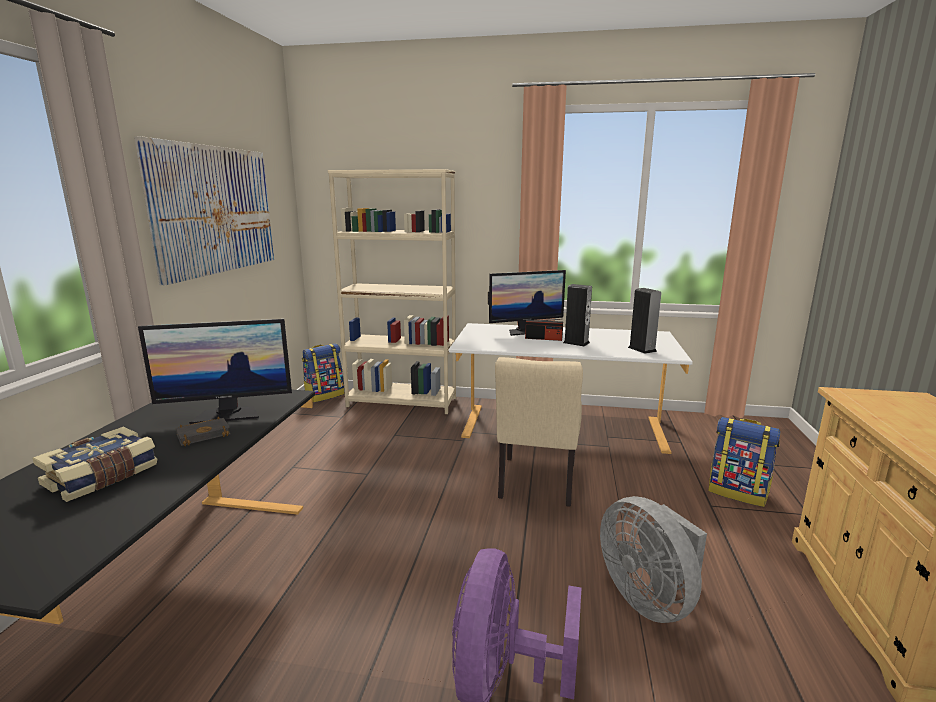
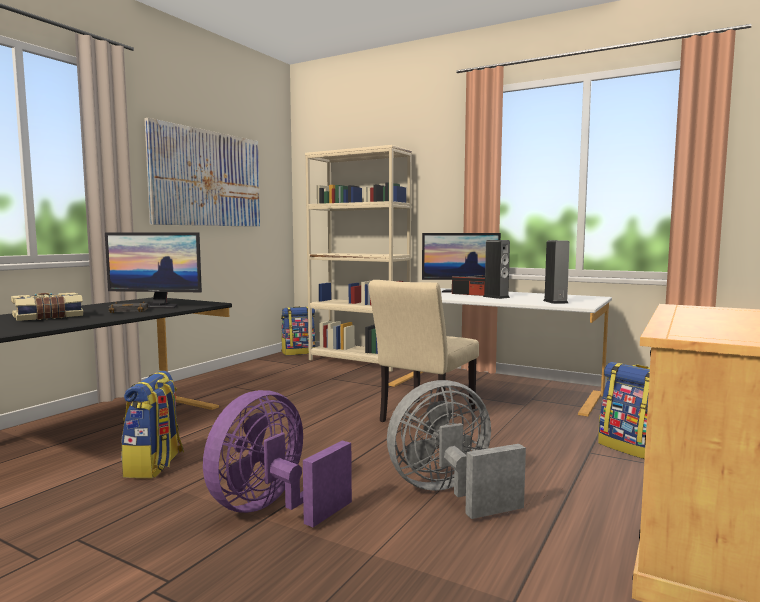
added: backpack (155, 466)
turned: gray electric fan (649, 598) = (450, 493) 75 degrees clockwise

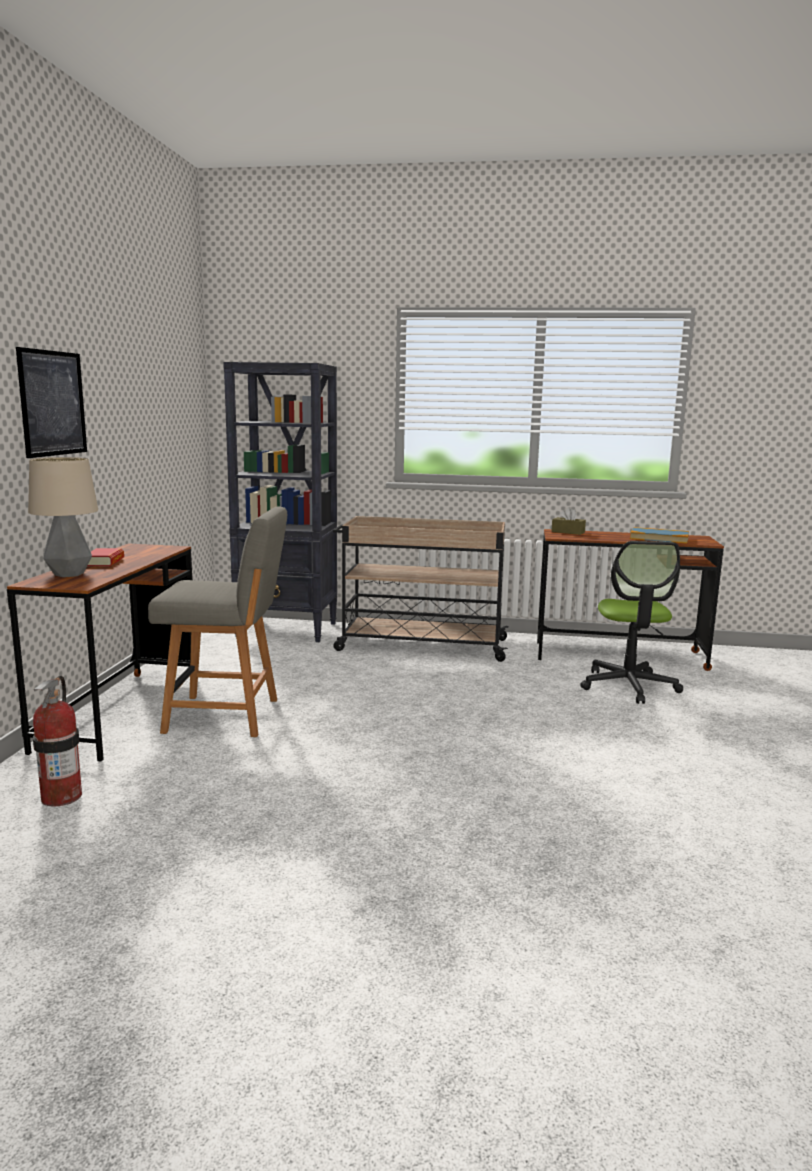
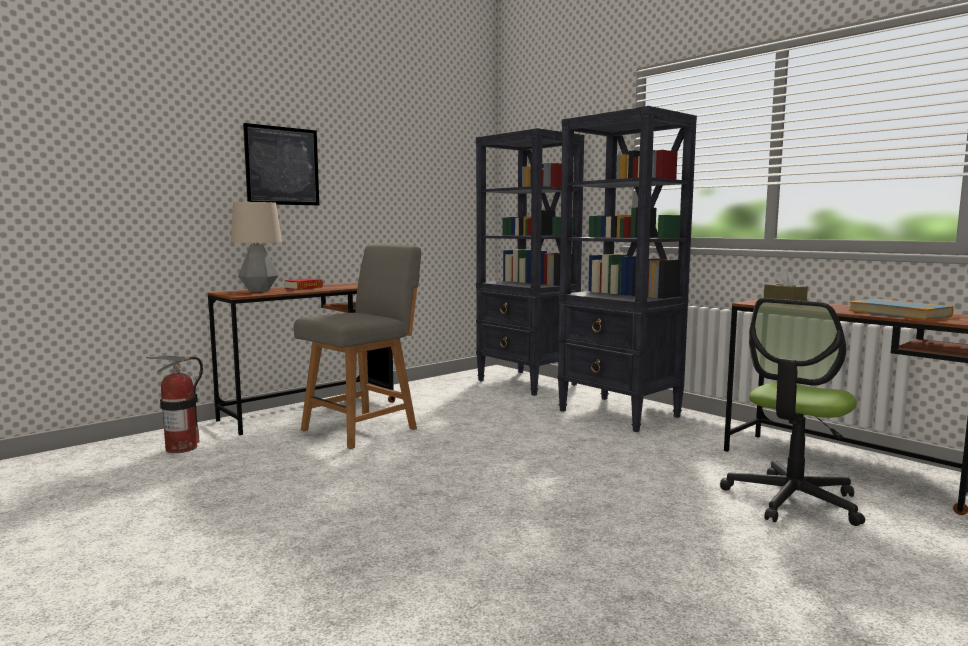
replaced: beige-coloured cart (420, 645) to blackish bookshelf (619, 414)
turned: gray chair (227, 716) = (362, 428) 90 degrees counterclockwise

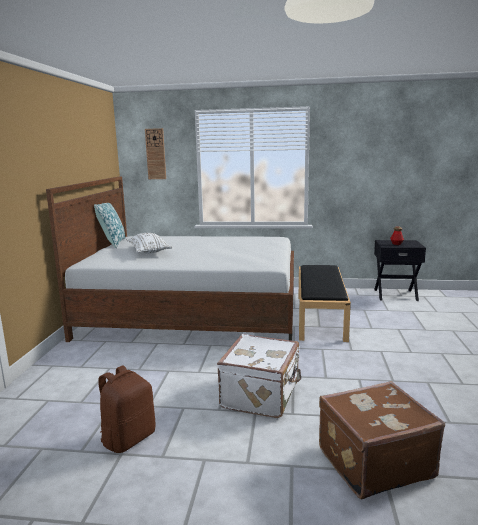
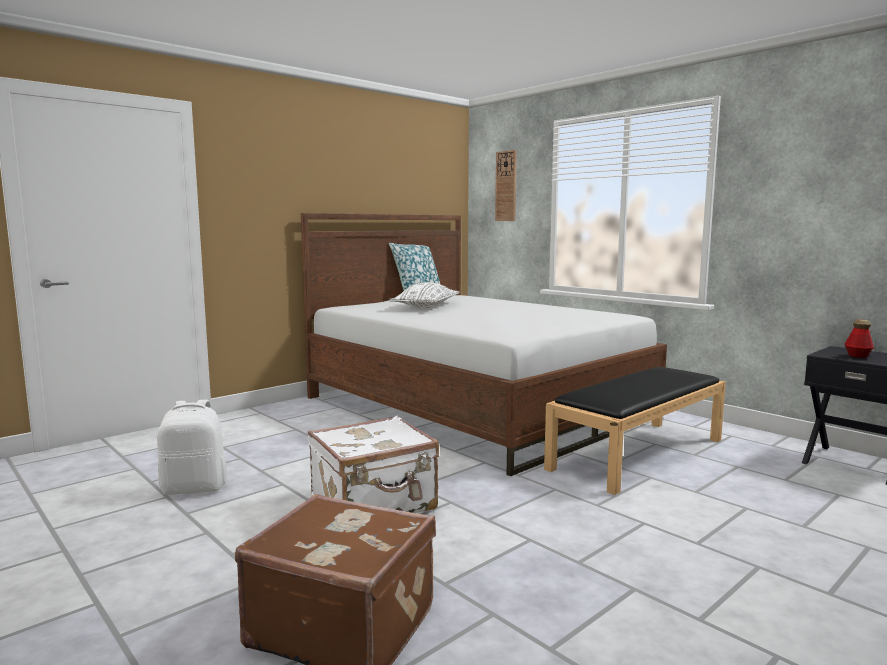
recoloured: brown-coloured backpack (128, 438) to white backpack (195, 488)

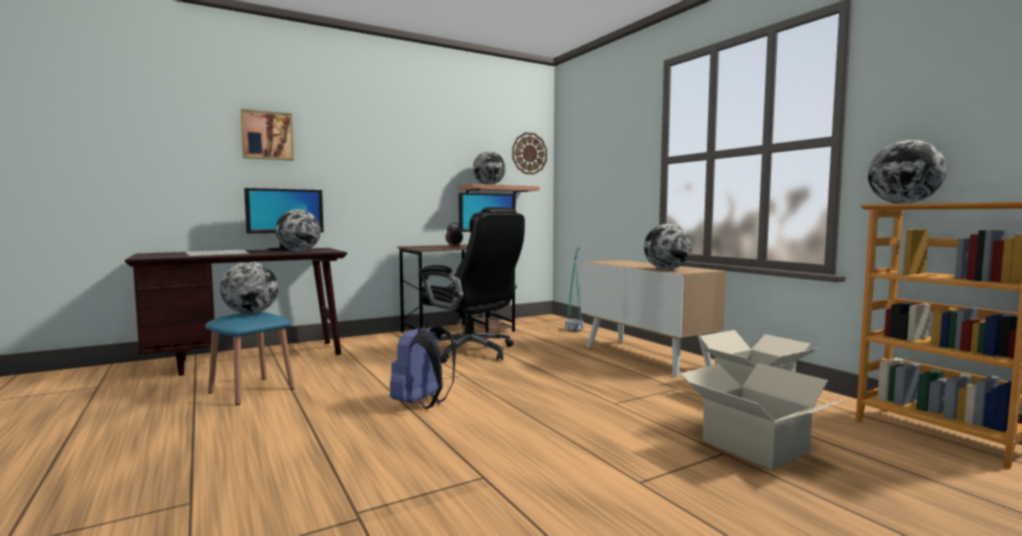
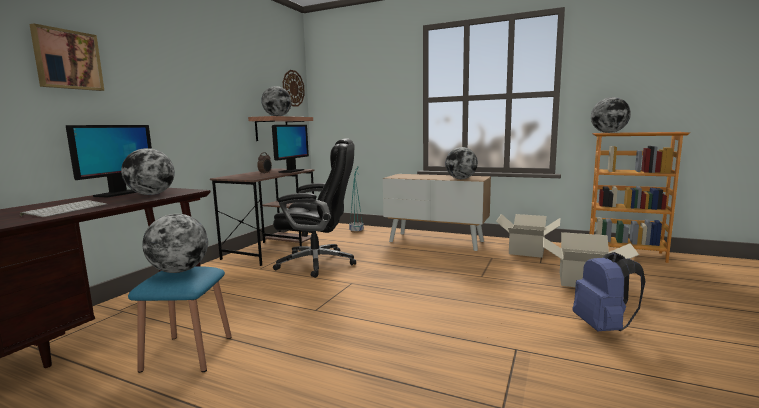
moved: bluish backpack (423, 404) to (603, 327)

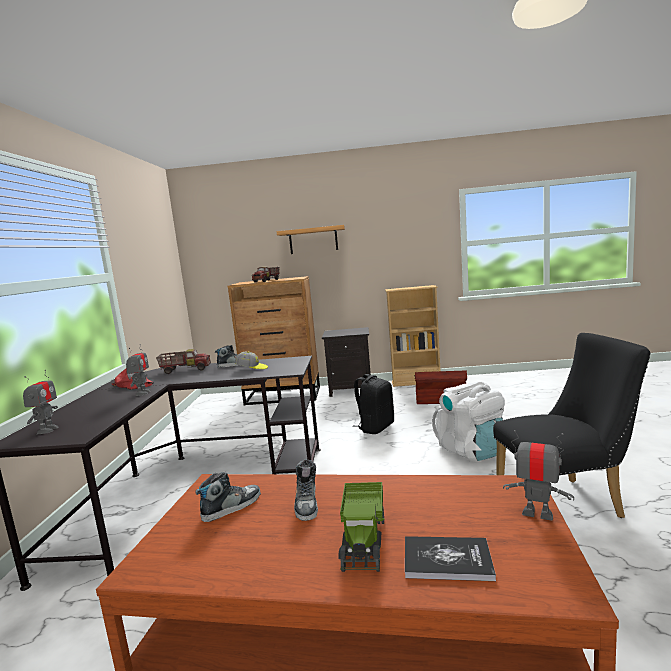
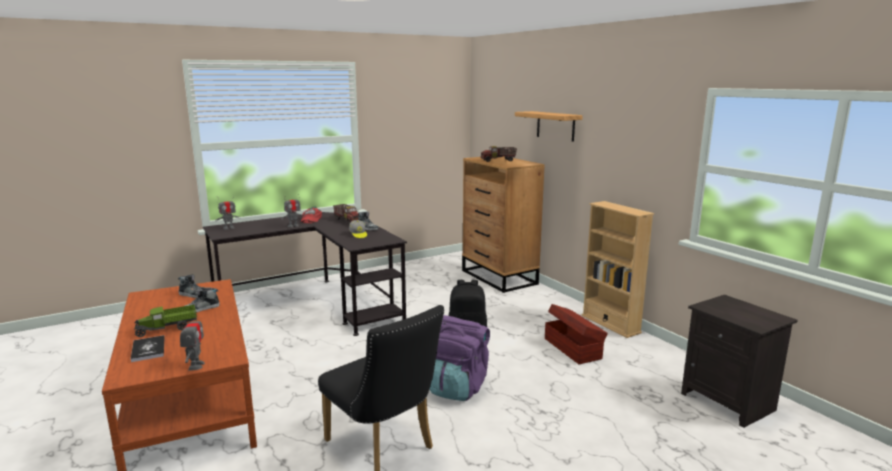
moved: blackish nightstand (351, 389) to (729, 402)
recoloured: white backpack (472, 450) to purplish backpack (456, 387)

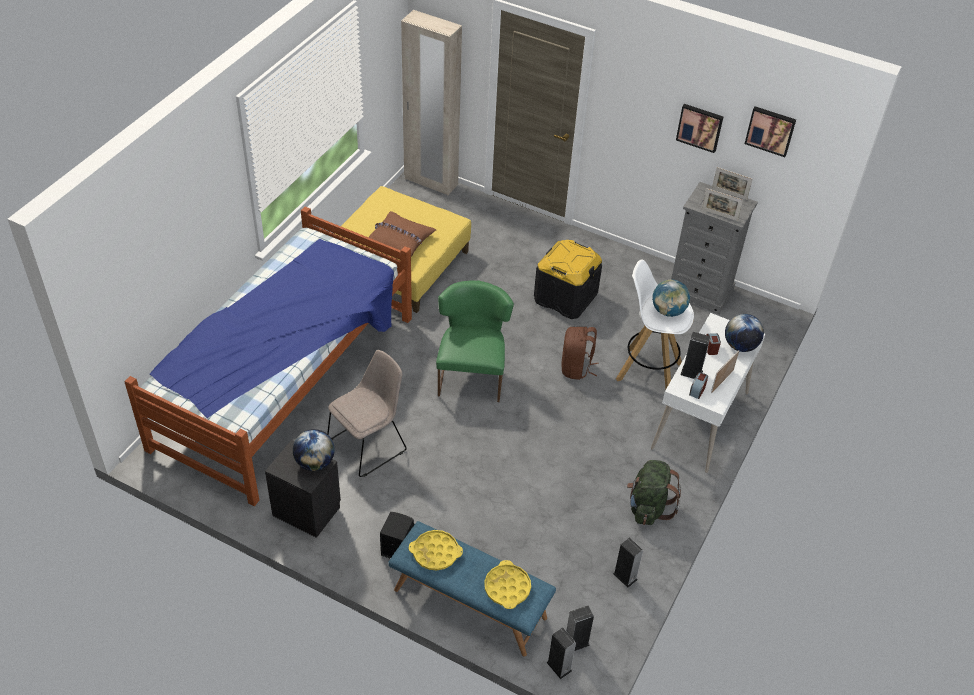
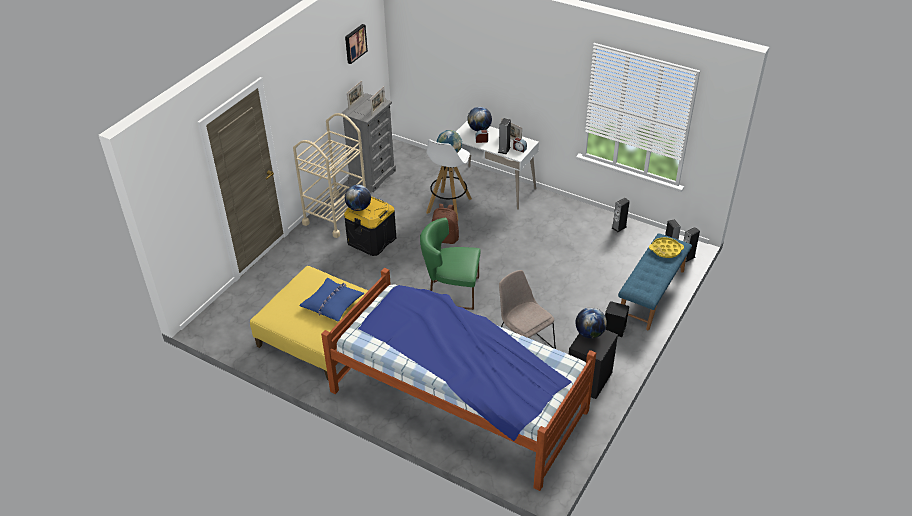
removed: beige-coloured wardrobe (430, 182); yellowish tray (435, 553); greenish backpack (648, 507); wall picture (700, 127)
added: beige-coloured cart (336, 215); world globe (359, 208)
recoloured: brown-coloured pillow (399, 241) to bluish pillow (332, 304)

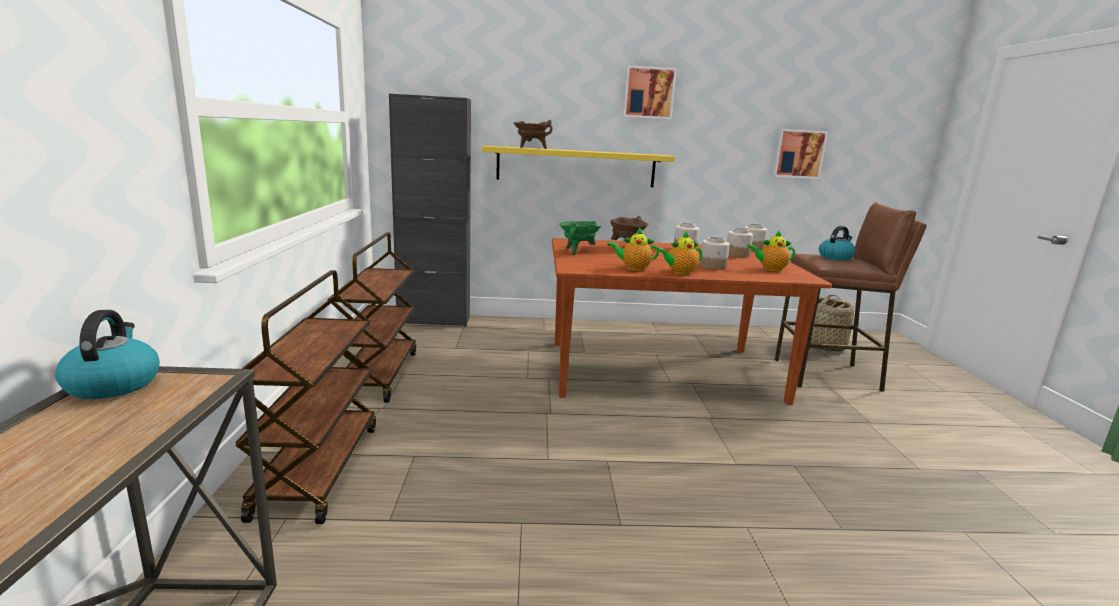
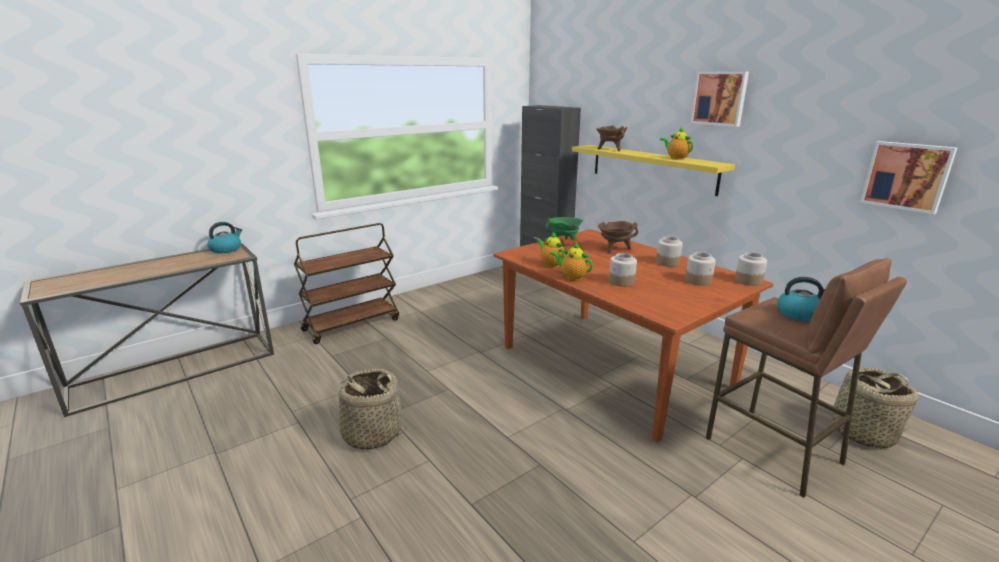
removed: brown-coloured cart (378, 374)
added: storage basket (372, 433)
moved: tea pot (770, 269) to (676, 158)

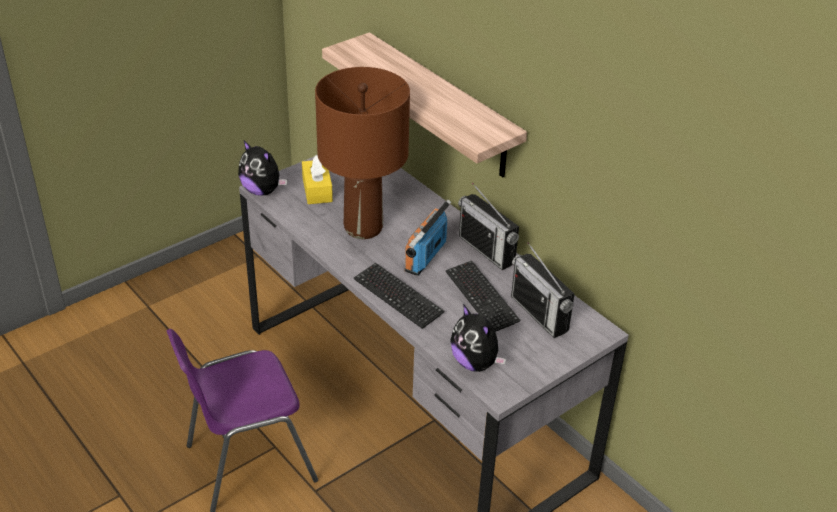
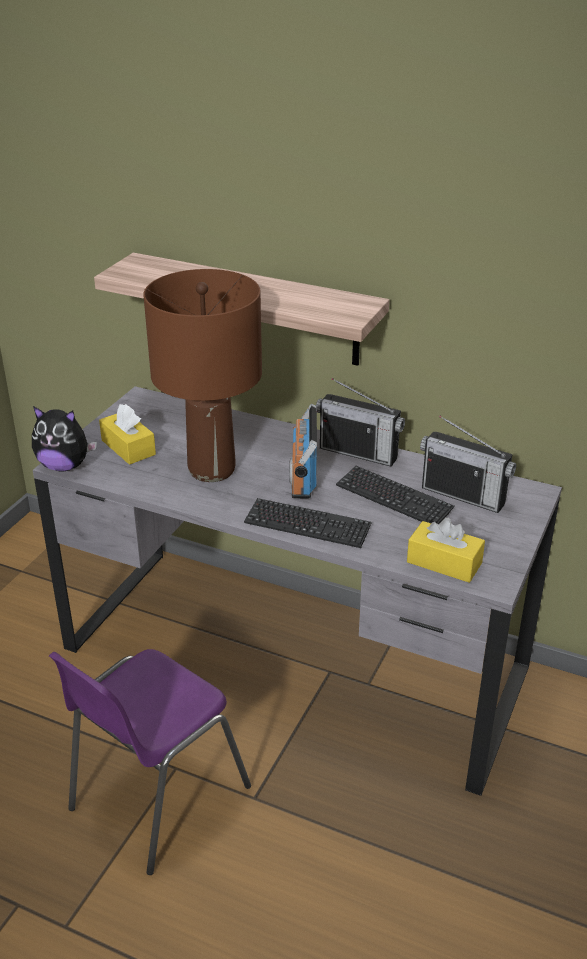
replaced: cuddly toy (475, 363) to yellowish tissue holder (444, 562)

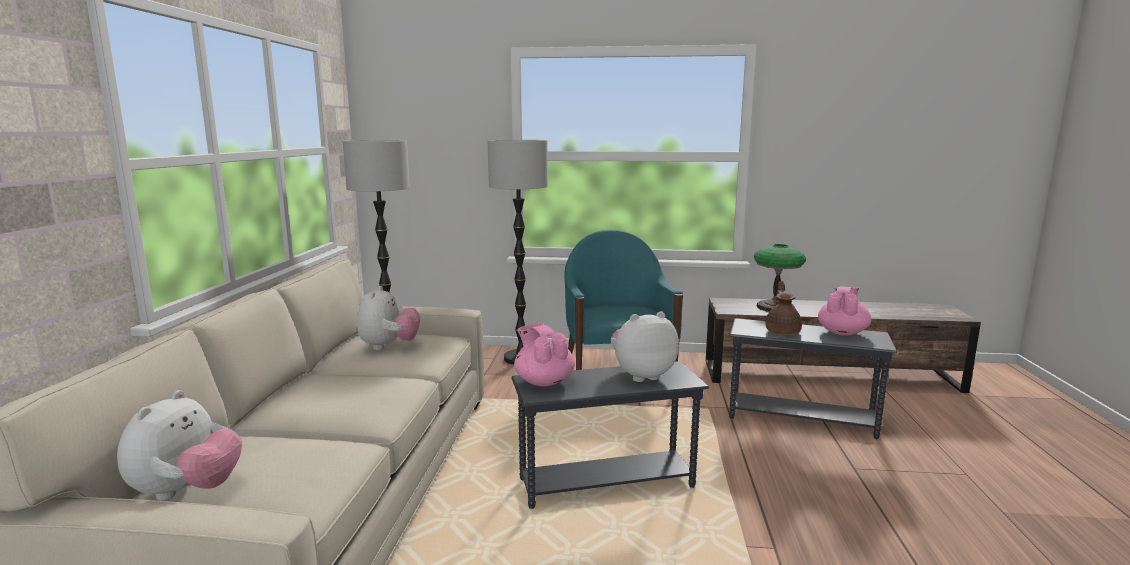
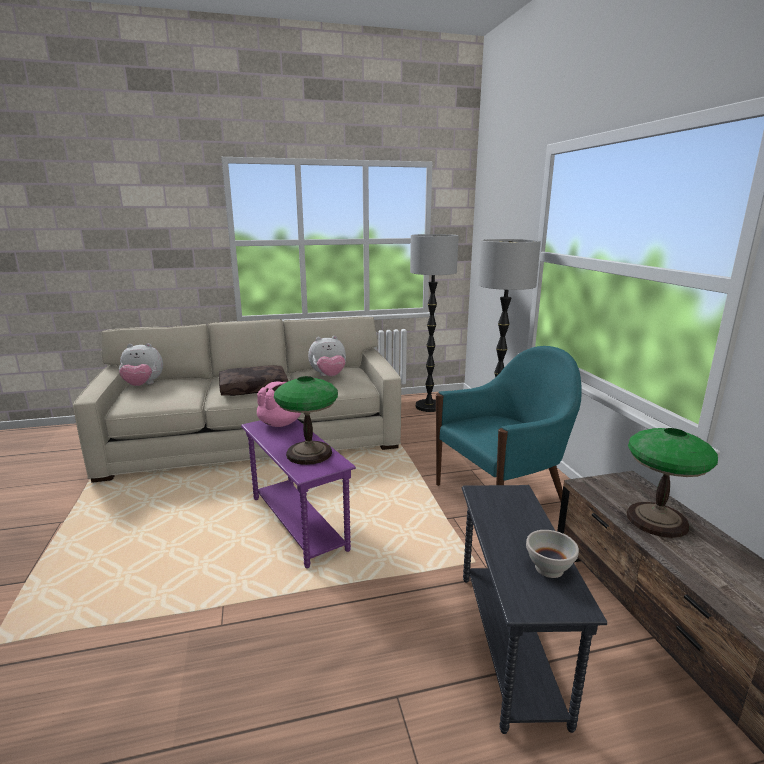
removed: brown-coloured tea pot (782, 331)
added: brown-coloured pillow (254, 388)
replaced: cuddly toy (641, 375) to lamp for a table (308, 453); pink tea pot (842, 332) to white deep dish (549, 569)
recoloured: gray side table (606, 483) to purplish side table (299, 523)

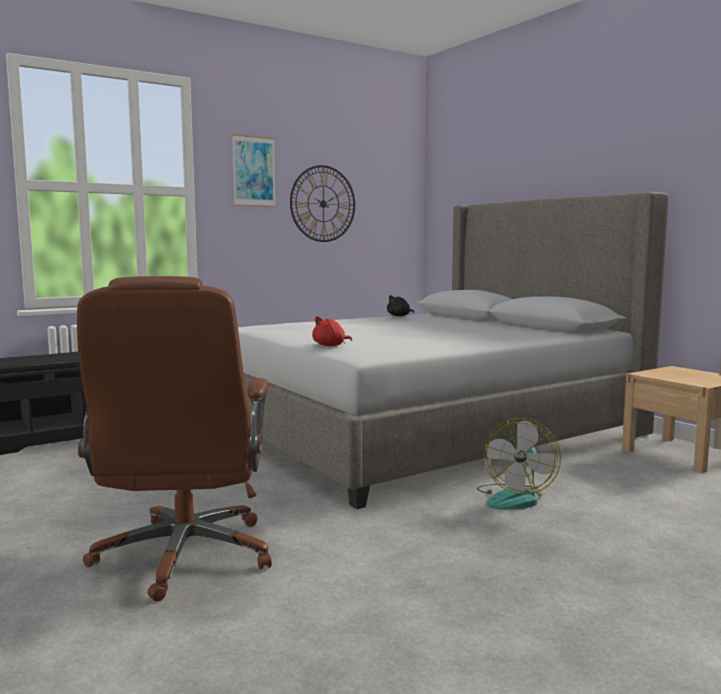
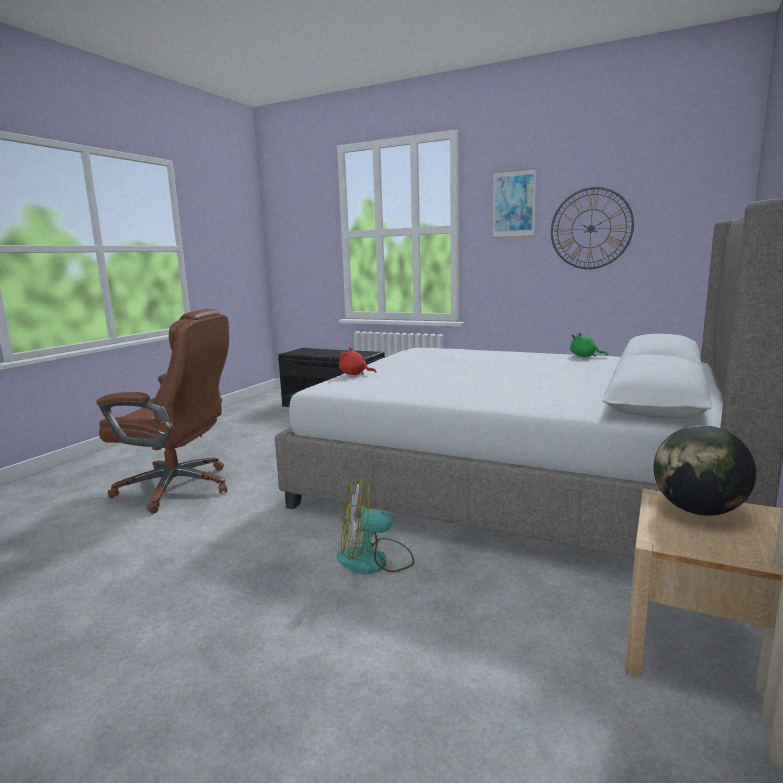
added: world globe (698, 510)
recoloured: blackish cuddly toy (400, 316) to greenish cuddly toy (585, 356)
turned: brown-coloured office chair (184, 556) = (178, 487) 135 degrees counterclockwise

